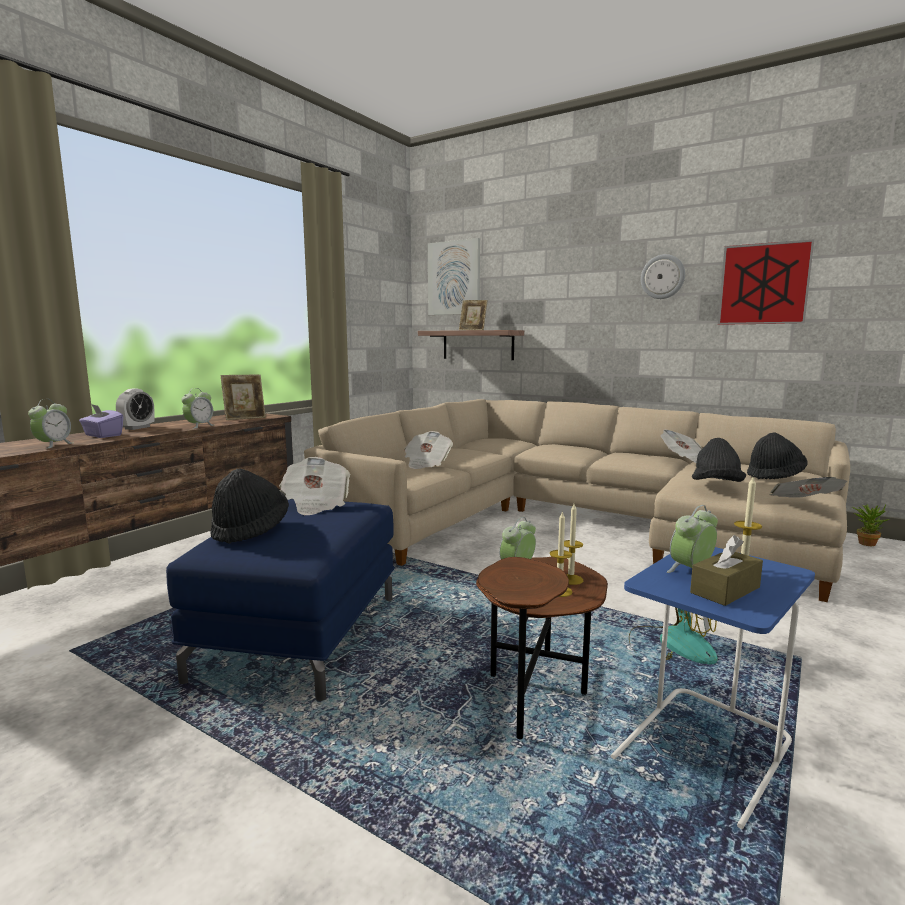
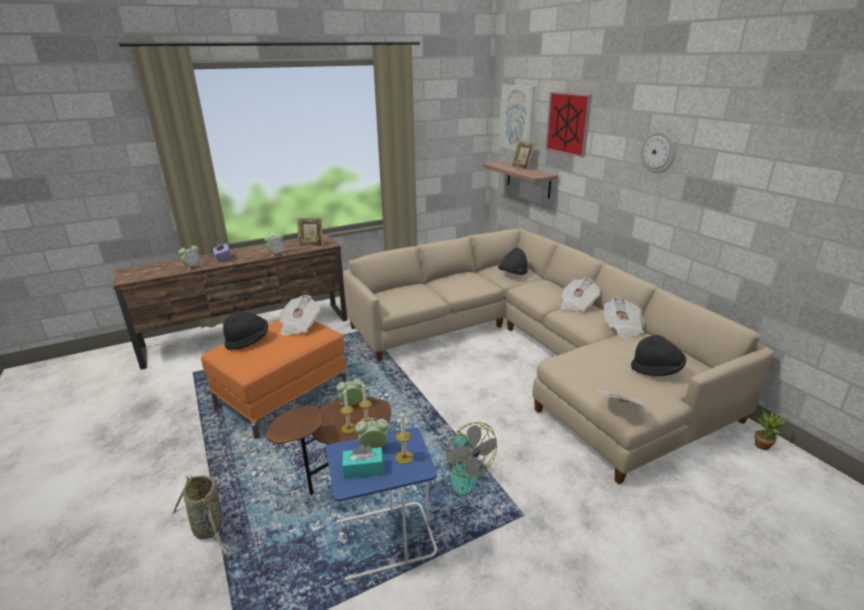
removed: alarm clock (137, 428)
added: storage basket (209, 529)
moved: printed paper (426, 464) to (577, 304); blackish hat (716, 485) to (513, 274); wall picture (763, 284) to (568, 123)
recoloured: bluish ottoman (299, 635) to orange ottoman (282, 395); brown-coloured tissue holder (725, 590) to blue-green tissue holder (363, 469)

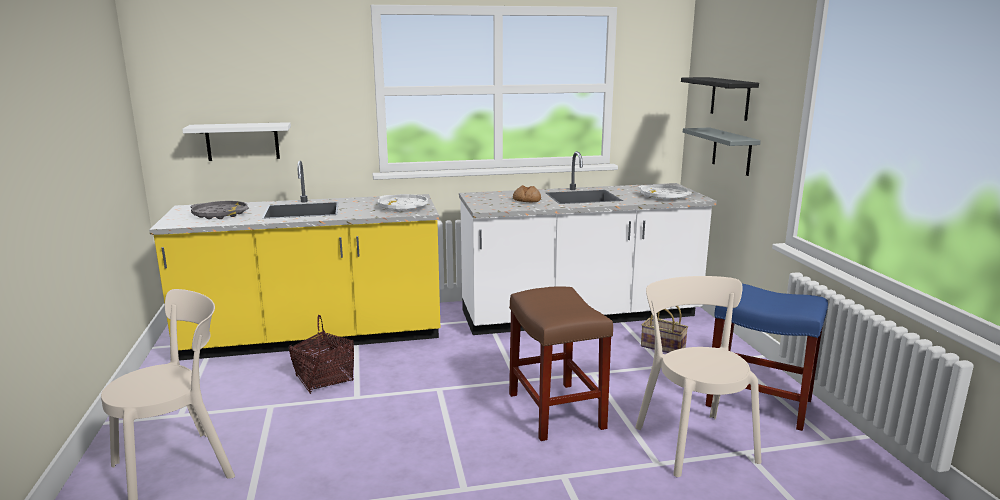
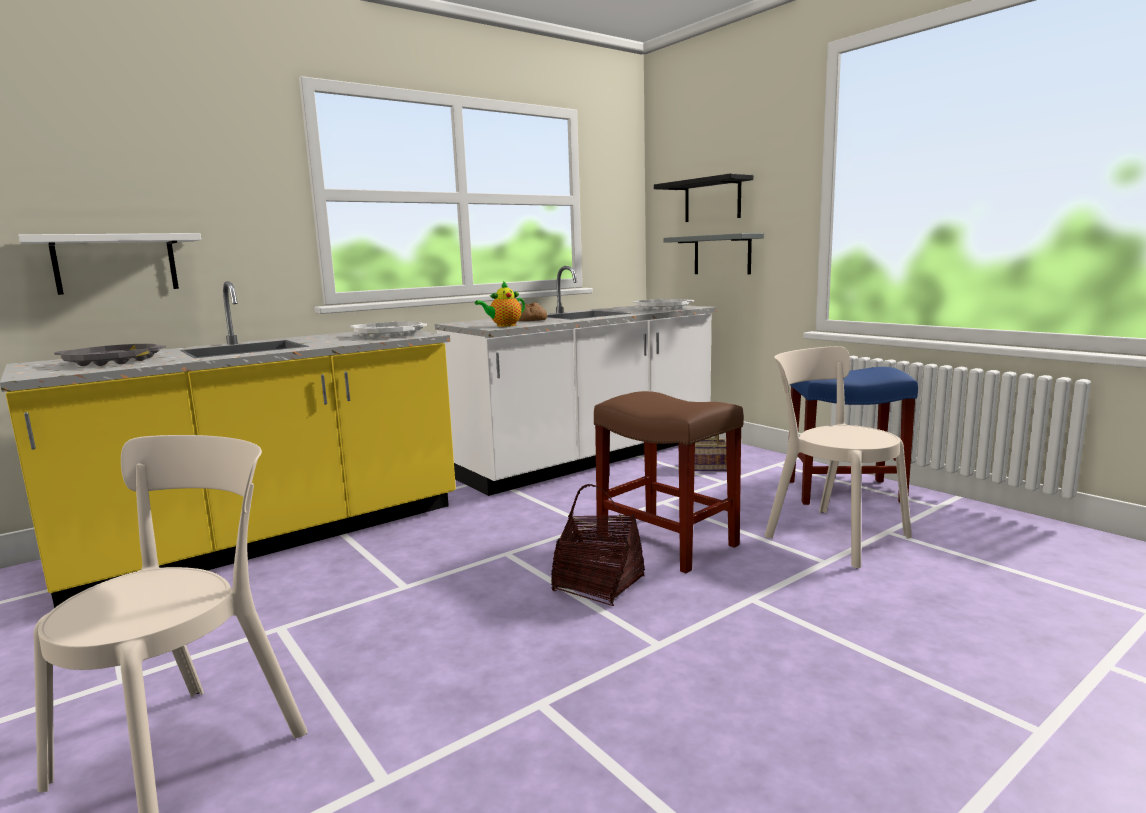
added: tea pot (504, 325)
moved: storage basket (324, 379) to (598, 584)

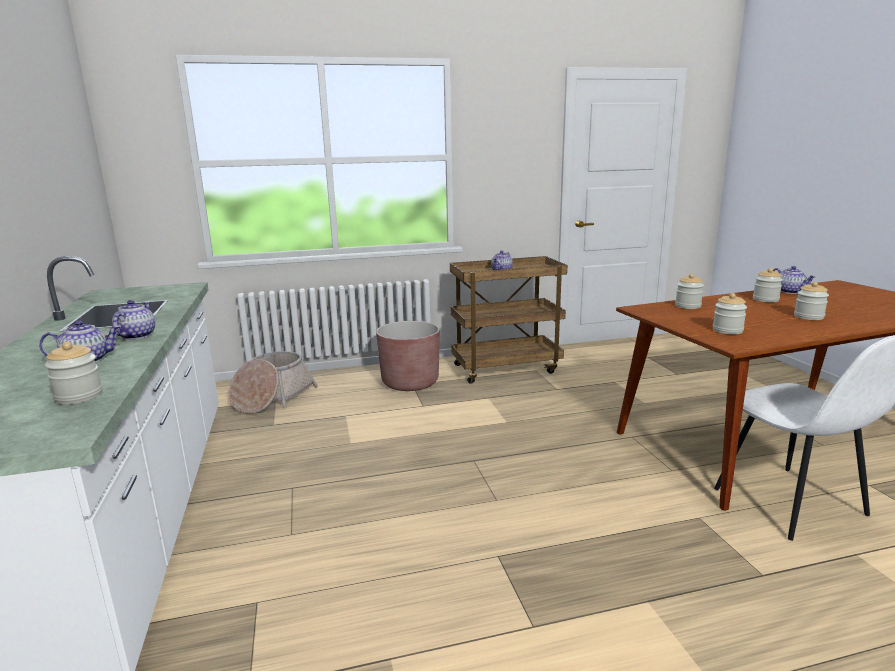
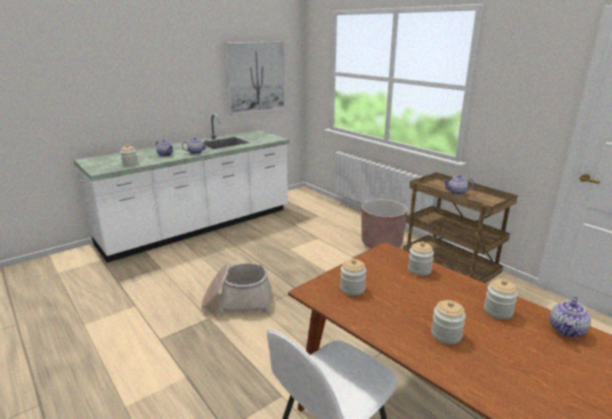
added: wall picture (256, 77)
moved: storage basket (272, 397) to (237, 301)

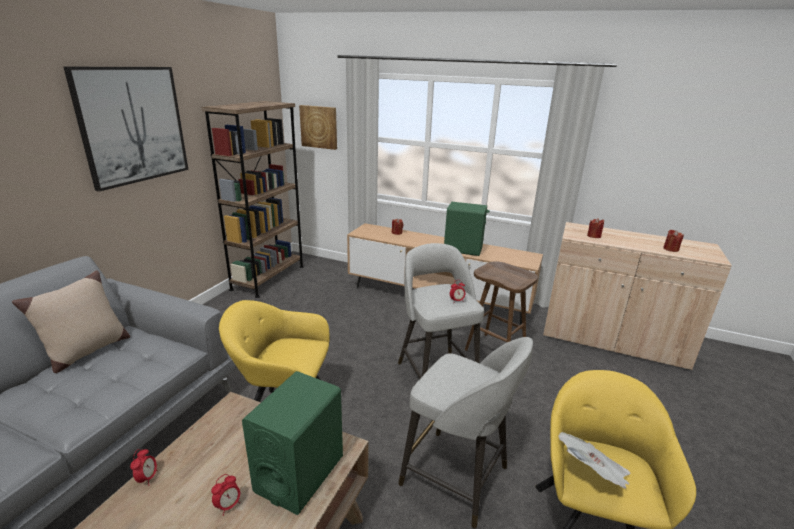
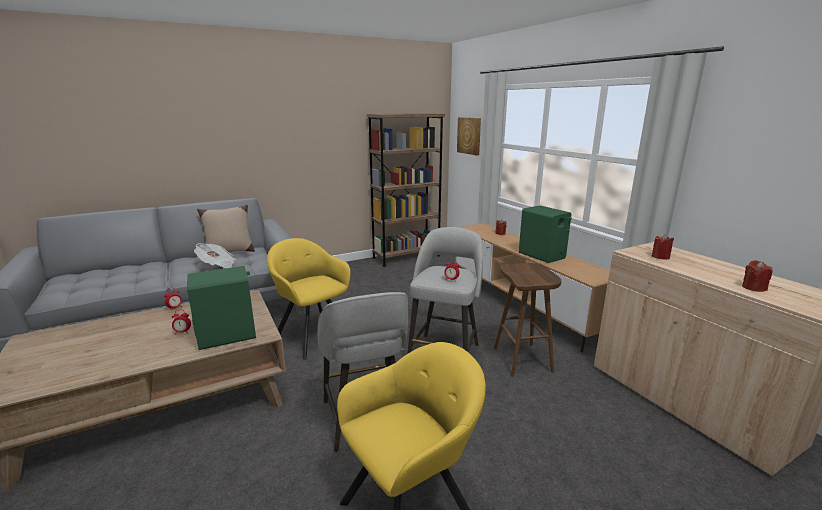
removed: wall picture (133, 125)
moved: printed paper (592, 473) to (217, 265)

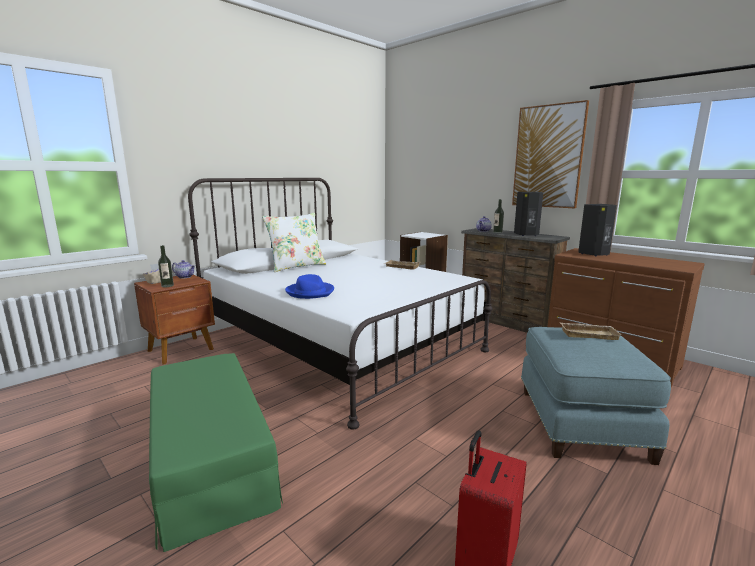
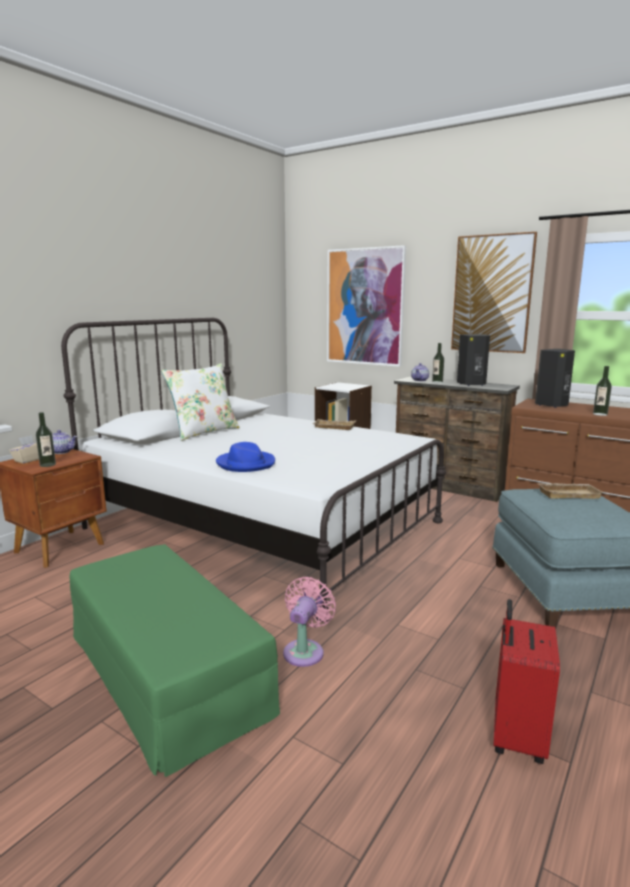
added: pink electric fan (305, 650); wall picture (365, 307); beverage bottle (600, 414)

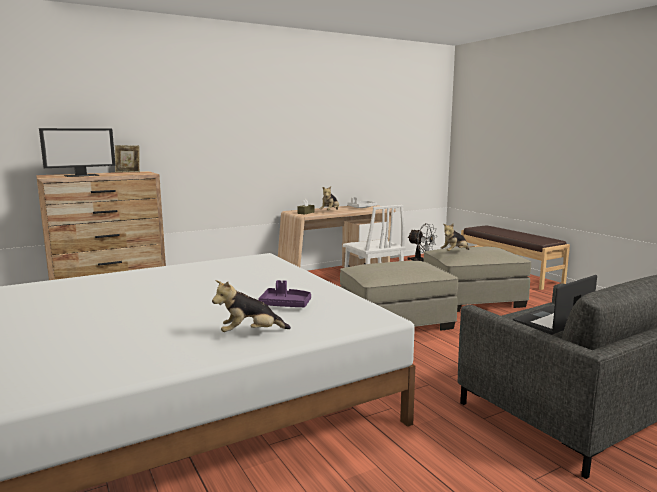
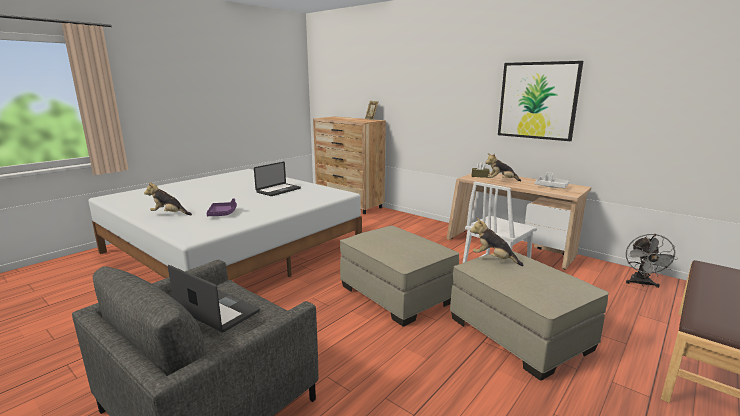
removed: computer display (82, 175)
added: notebook computer (278, 190); wall picture (537, 100)
turned: cuddly toy (250, 333) = (169, 214) 45 degrees counterclockwise

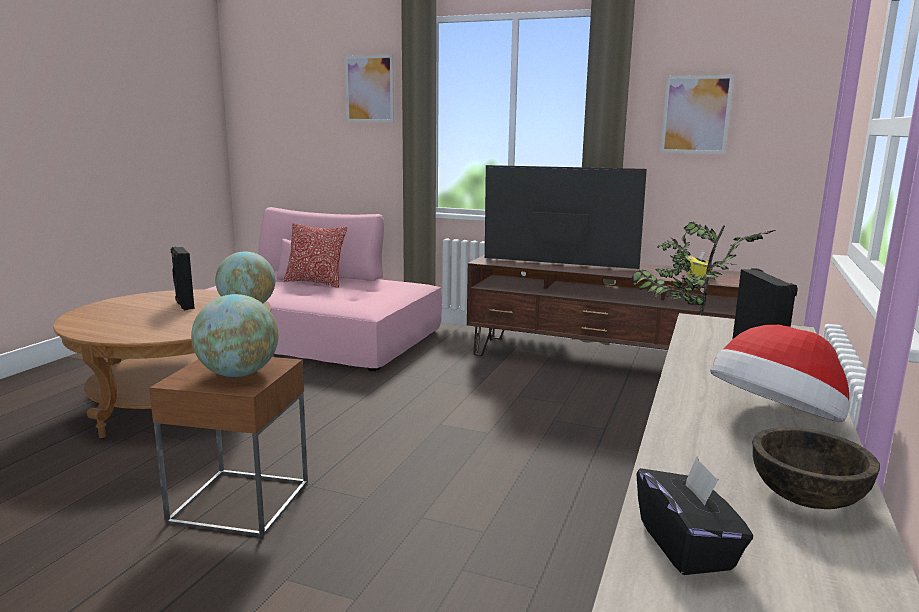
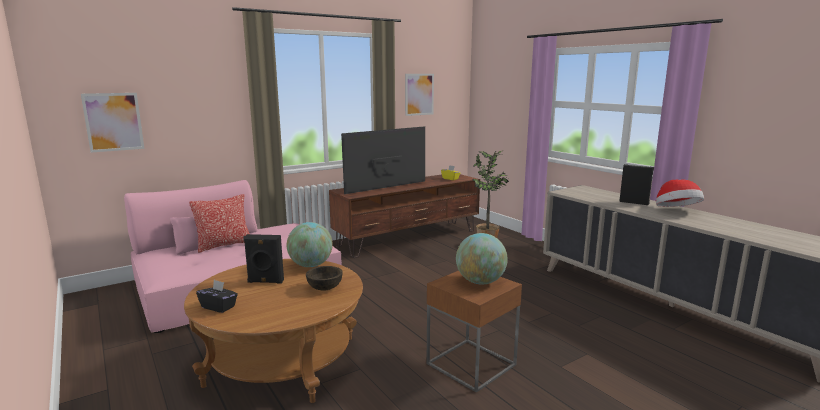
moved: wall picture (369, 89) to (113, 122); blackish tissue holder (687, 546) to (218, 307); brown-coloured deep dish (807, 498) to (325, 288)

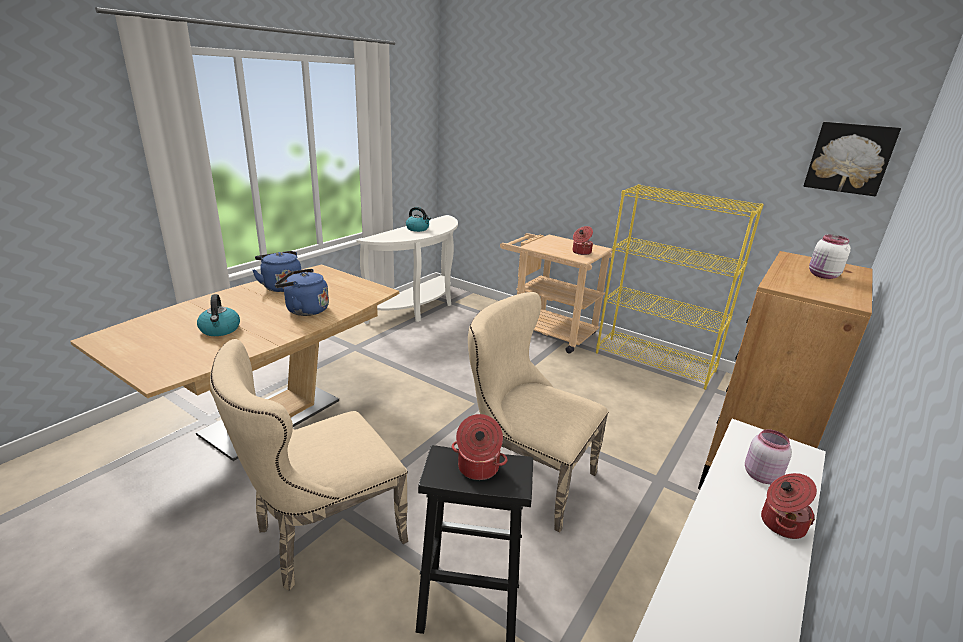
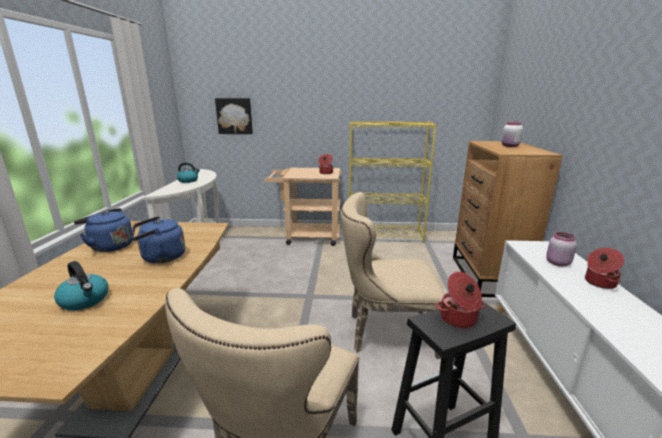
moved: wall picture (849, 158) to (234, 116)

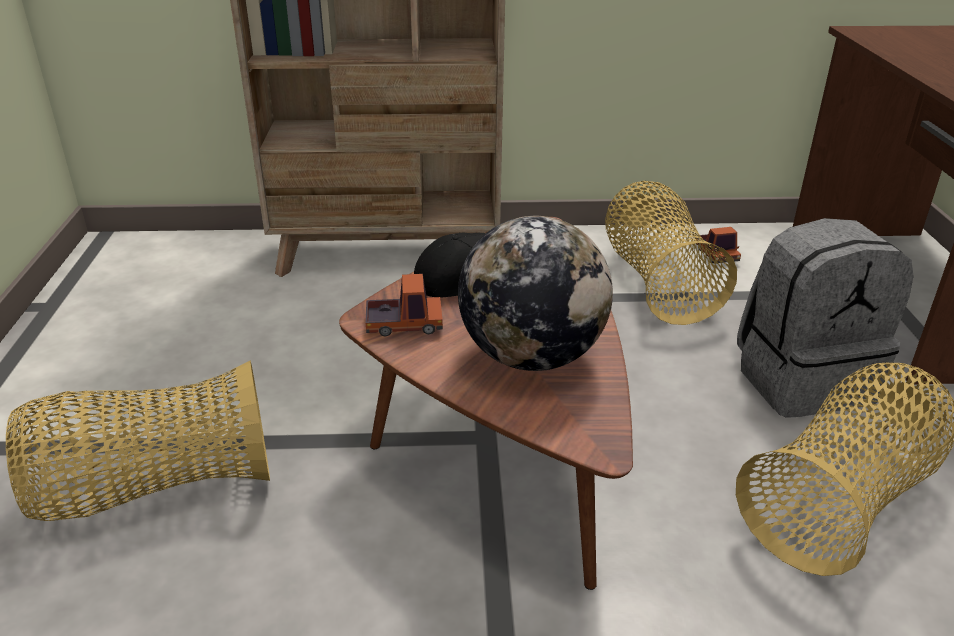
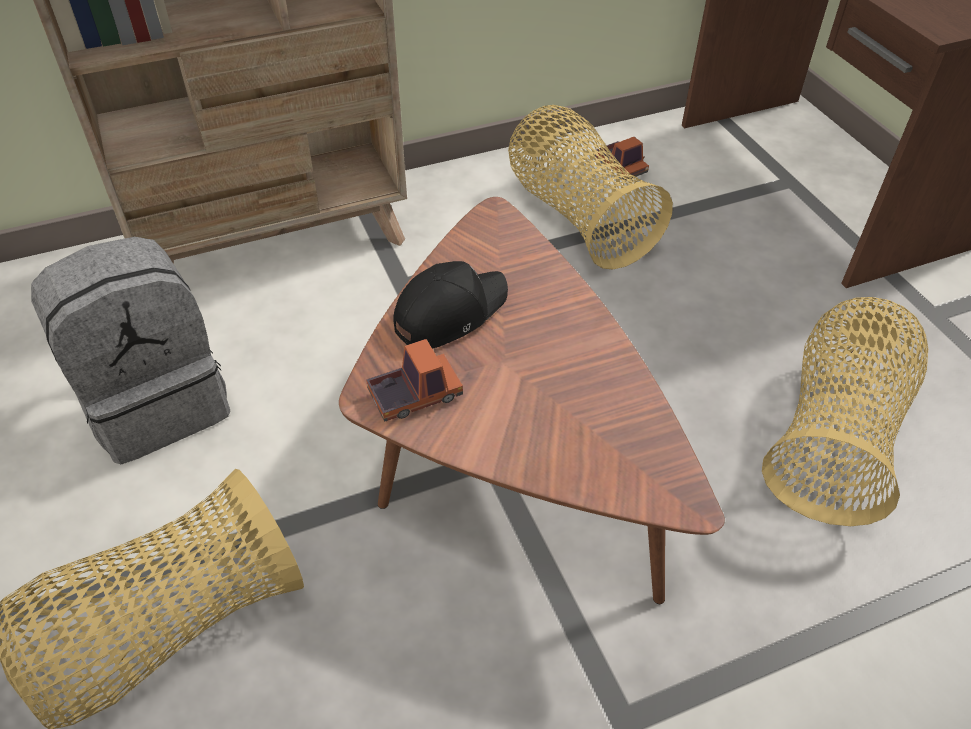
removed: world globe (531, 356)
moved: gray backpack (802, 379) to (158, 402)

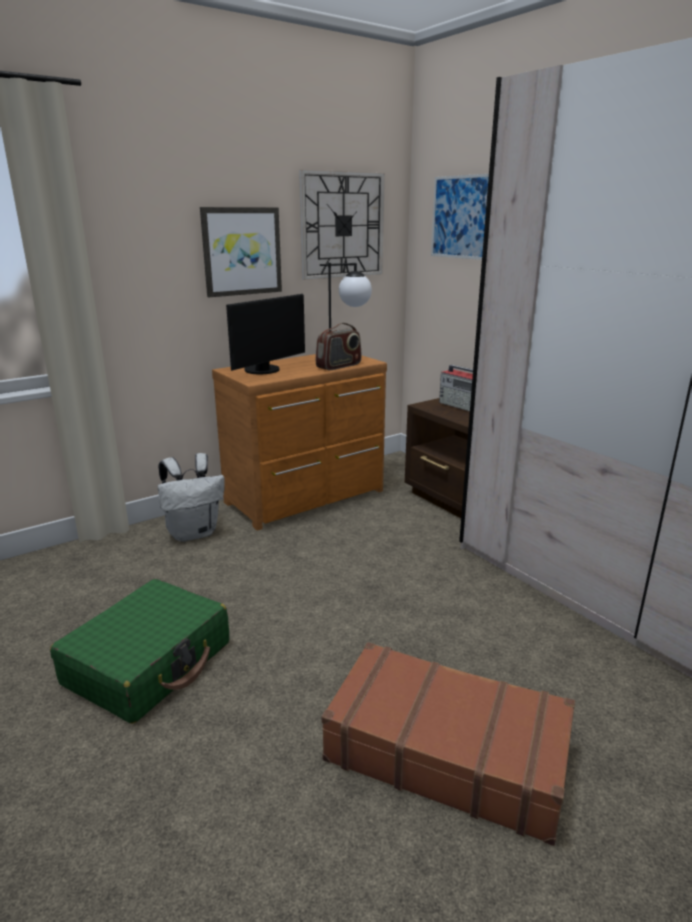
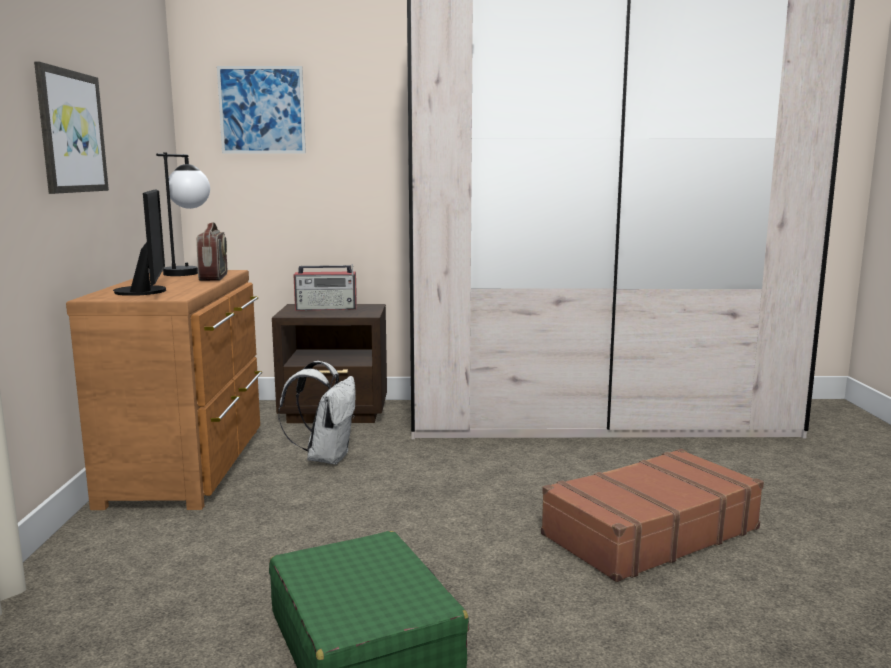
removed: hanging clock (342, 225)
moved: white backpack (194, 533) to (326, 457)

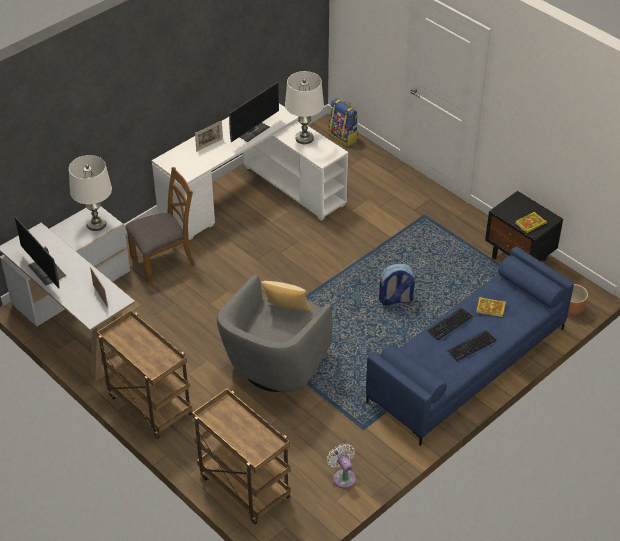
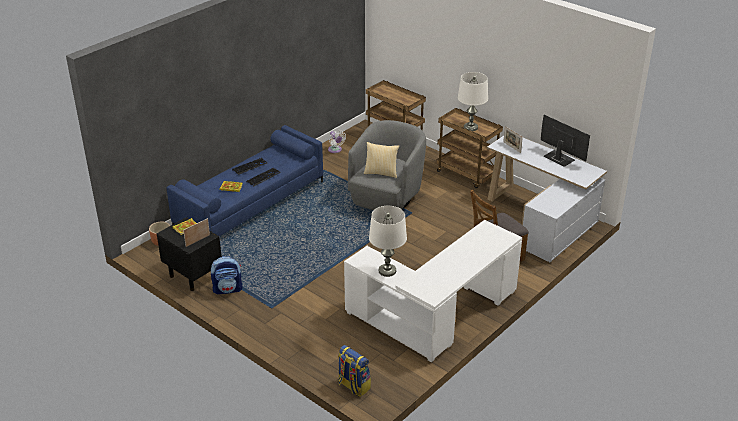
removed: computer display (251, 130)
moved: white lamp for a table (96, 224) to (470, 127); photo frame (209, 145) to (197, 241); backpack (395, 300) to (228, 289)

